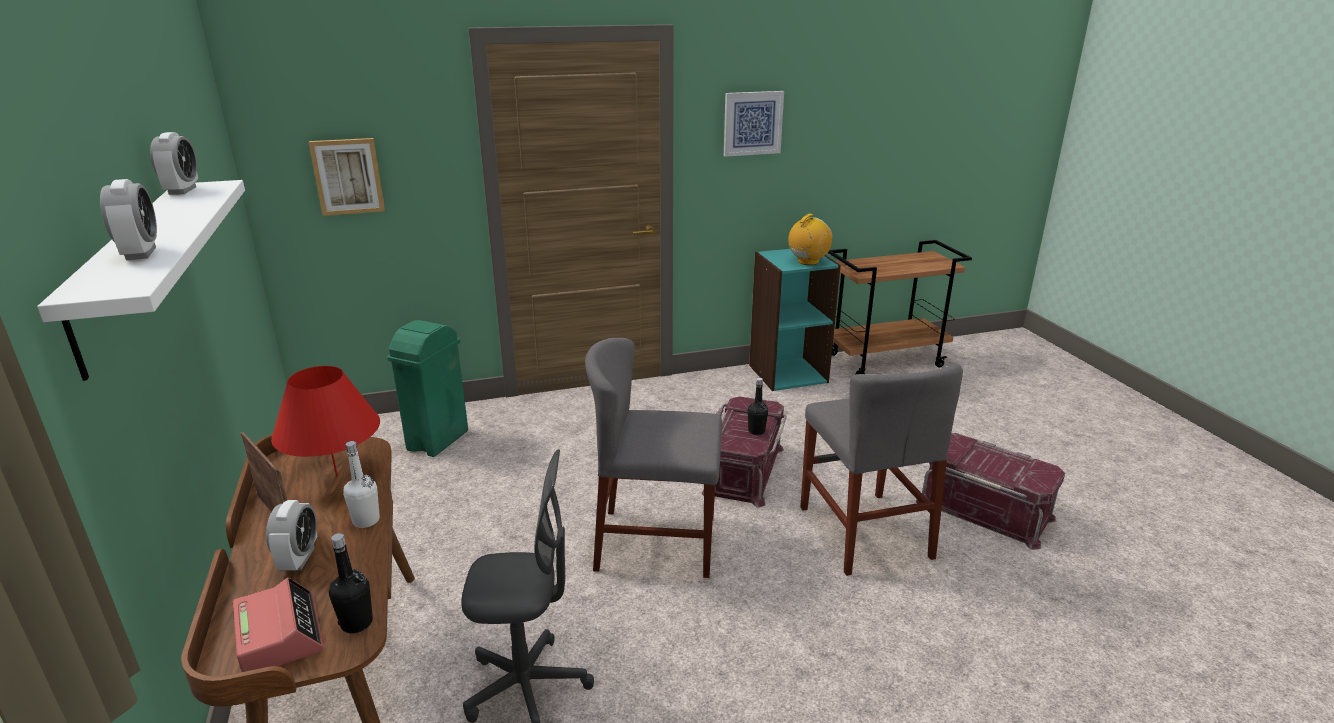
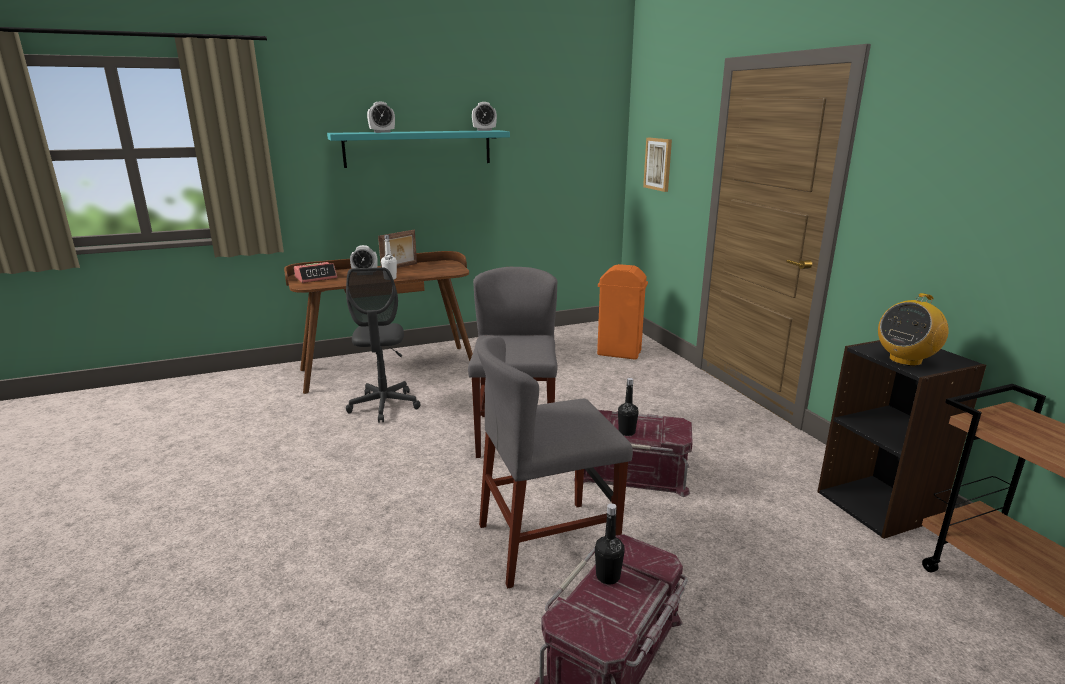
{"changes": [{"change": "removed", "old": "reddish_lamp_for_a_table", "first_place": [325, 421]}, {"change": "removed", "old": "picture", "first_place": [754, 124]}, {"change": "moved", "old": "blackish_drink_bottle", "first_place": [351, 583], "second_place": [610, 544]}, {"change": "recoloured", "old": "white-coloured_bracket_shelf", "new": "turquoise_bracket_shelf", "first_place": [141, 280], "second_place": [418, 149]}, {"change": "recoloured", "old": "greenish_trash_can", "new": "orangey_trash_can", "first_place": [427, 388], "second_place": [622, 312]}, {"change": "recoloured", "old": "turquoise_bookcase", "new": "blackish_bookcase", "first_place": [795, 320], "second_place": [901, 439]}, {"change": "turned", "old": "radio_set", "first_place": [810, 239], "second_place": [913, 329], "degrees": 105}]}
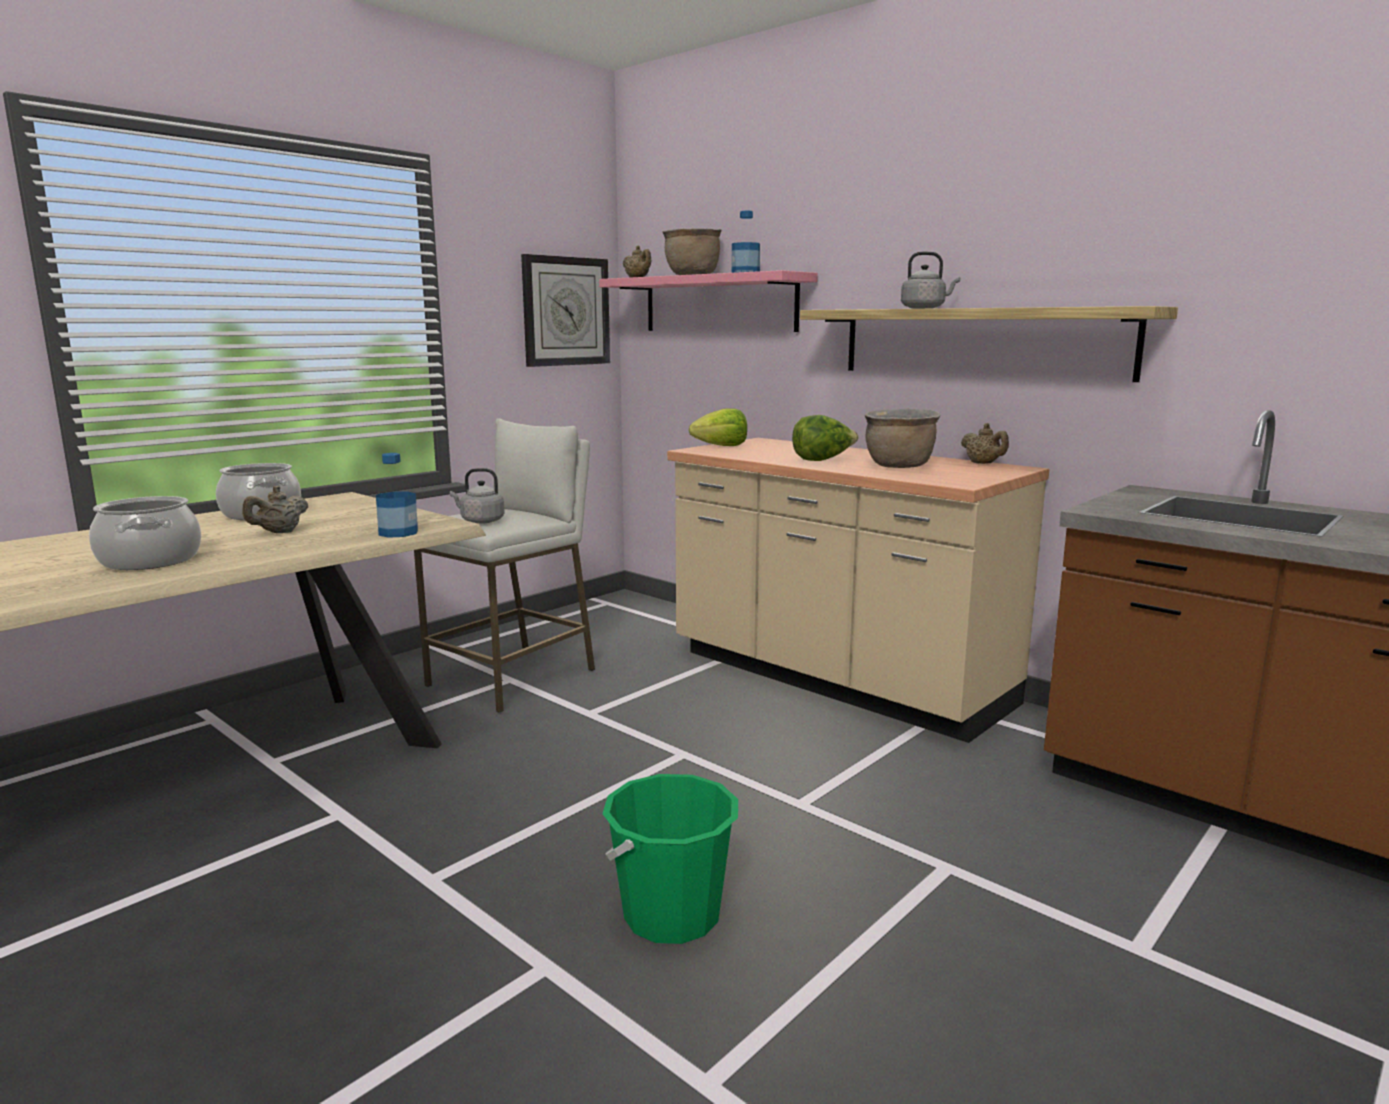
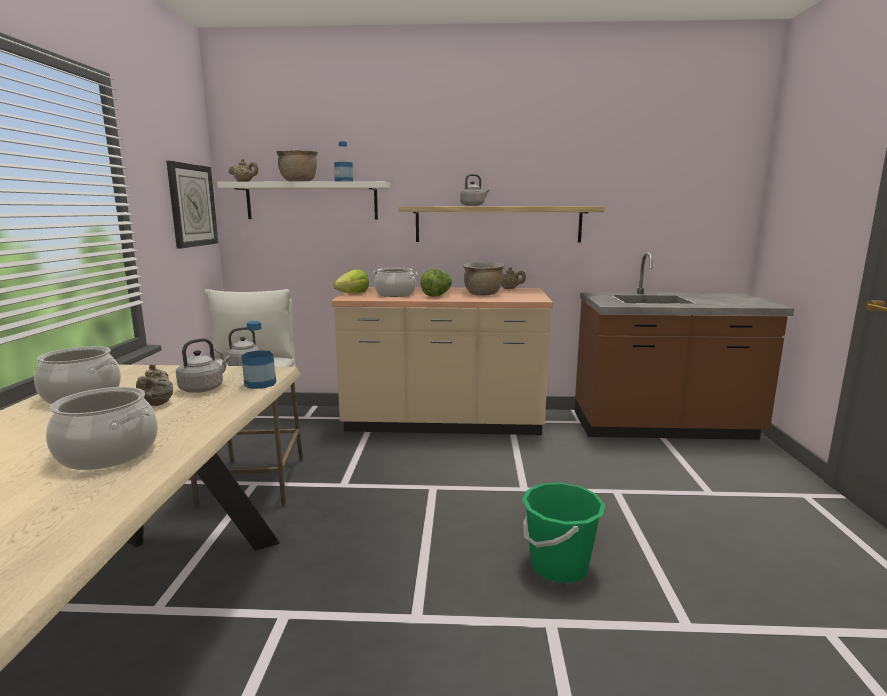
{"changes": [{"change": "added", "new": "greyish_tea_kettle", "second_place": [203, 365]}, {"change": "added", "new": "saucepot", "second_place": [395, 282]}, {"change": "recoloured", "old": "pink-coloured_bracket_shelf", "new": "white-coloured_bracket_shelf", "first_place": [708, 301], "second_place": [303, 200]}]}
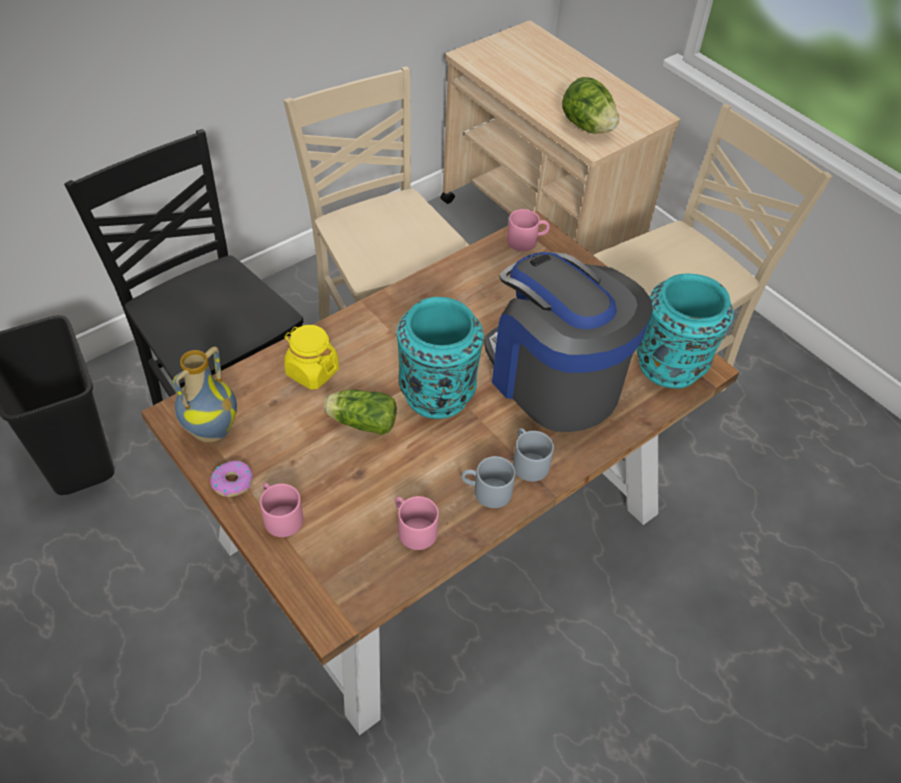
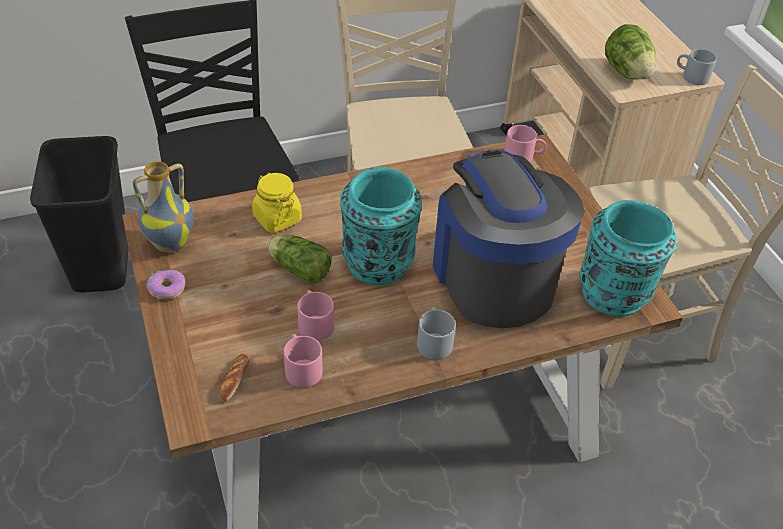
{"changes": [{"change": "added", "new": "bakery_bread", "second_place": [234, 378]}, {"change": "moved", "old": "pink-coloured_tea_mug", "first_place": [281, 510], "second_place": [315, 315]}, {"change": "moved", "old": "greyish_tea_mug", "first_place": [488, 482], "second_place": [697, 67]}]}
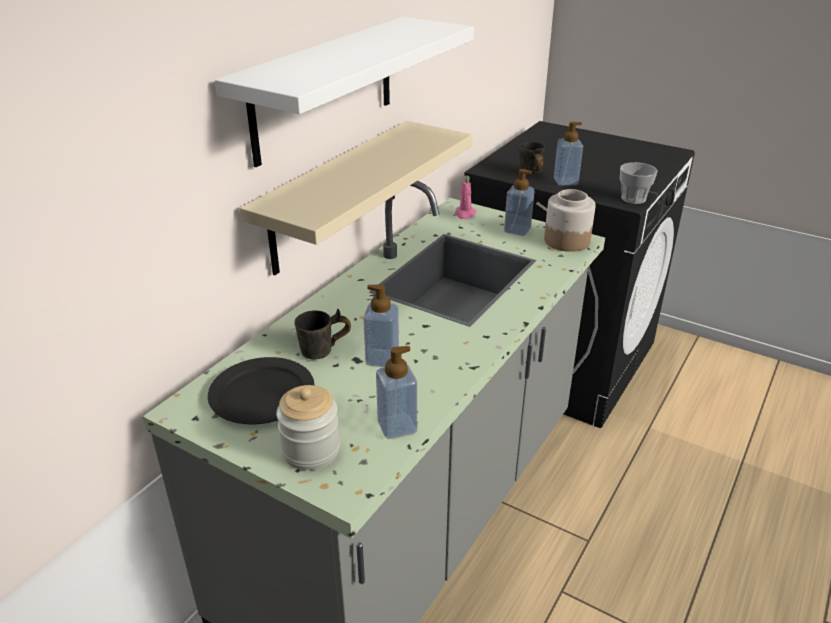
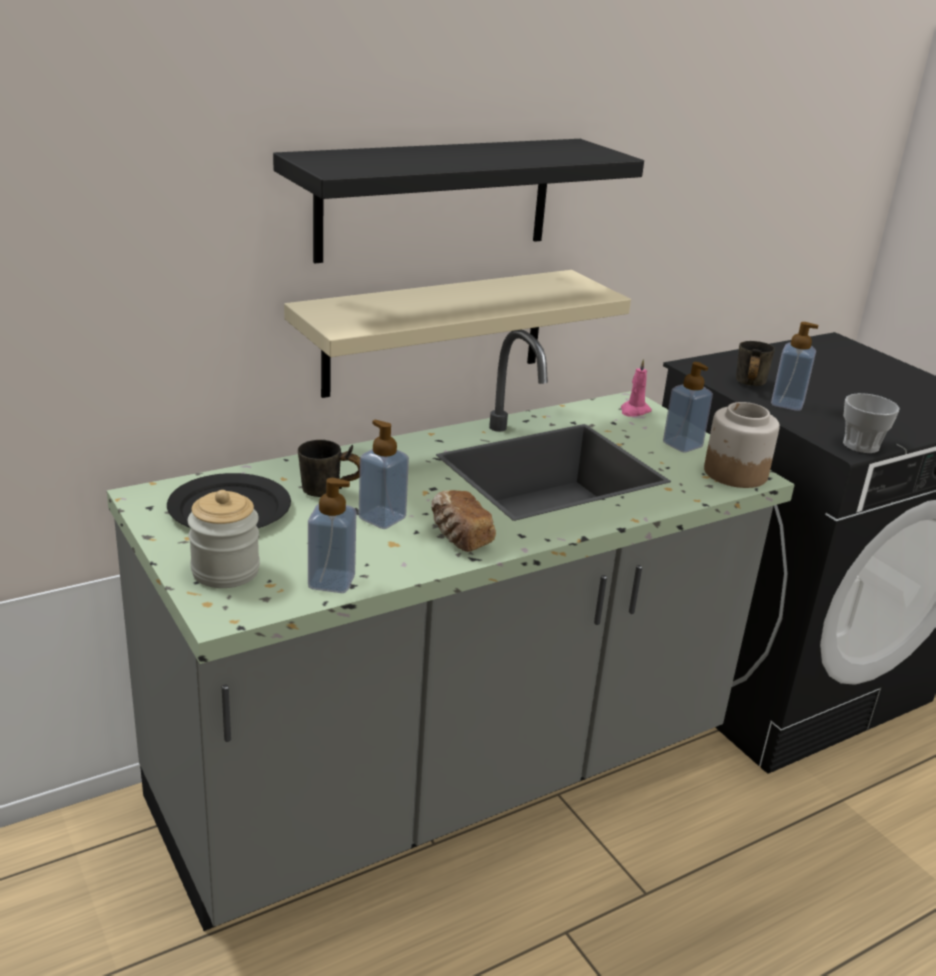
{"changes": [{"change": "added", "new": "bakery_bread", "second_place": [463, 521]}, {"change": "recoloured", "old": "white-coloured_bracket_shelf", "new": "blackish_bracket_shelf", "first_place": [344, 92], "second_place": [458, 201]}]}
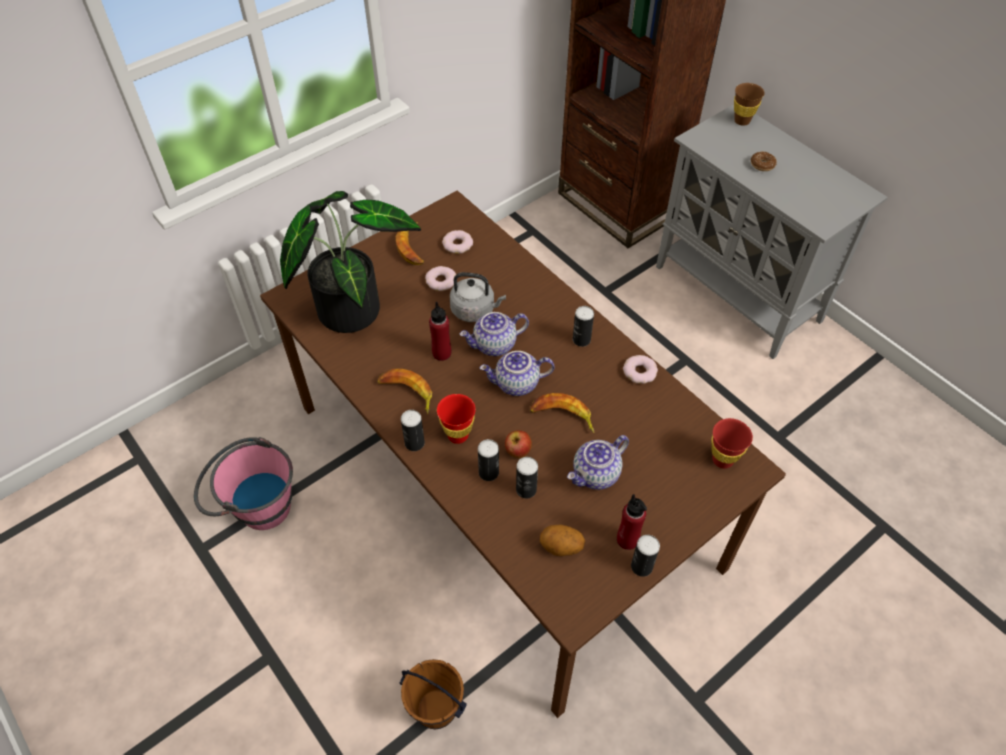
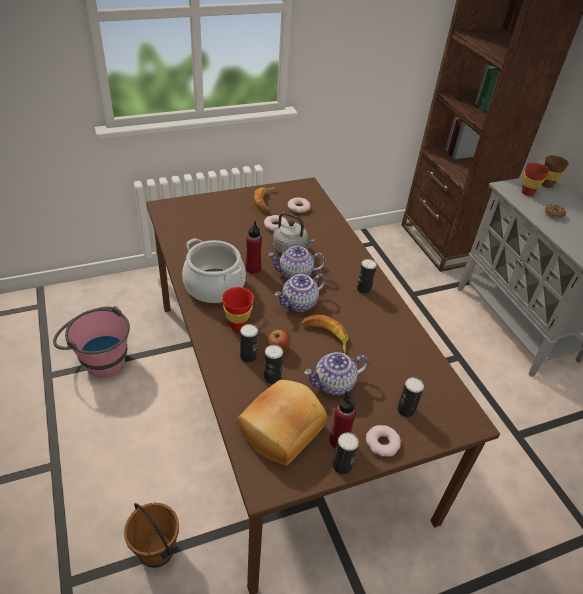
{"changes": [{"change": "removed", "old": "houseplant", "first_place": [350, 262]}, {"change": "moved", "old": "can", "first_place": [413, 430], "second_place": [410, 397]}, {"change": "moved", "old": "ring_doughnut", "first_place": [640, 369], "second_place": [383, 441]}, {"change": "moved", "old": "reddish_cup", "first_place": [732, 443], "second_place": [536, 179]}, {"change": "replaced", "old": "banana", "new": "saucepot", "first_place": [404, 391], "second_place": [214, 270]}, {"change": "replaced", "old": "whole_potato", "new": "bakery_bread", "first_place": [562, 540], "second_place": [282, 423]}, {"change": "turned", "old": "pot_for_tea", "first_place": [517, 373], "second_place": [300, 293], "degrees": -45}]}
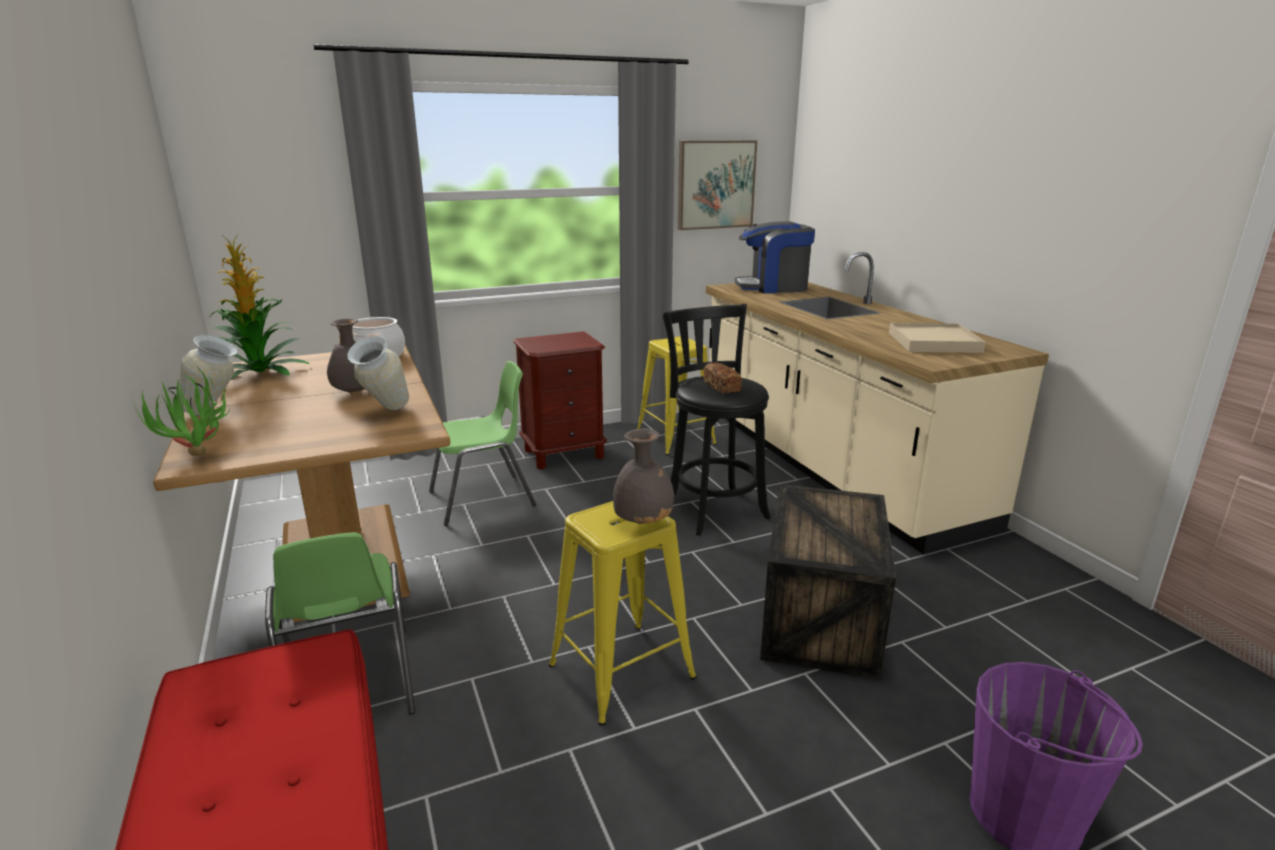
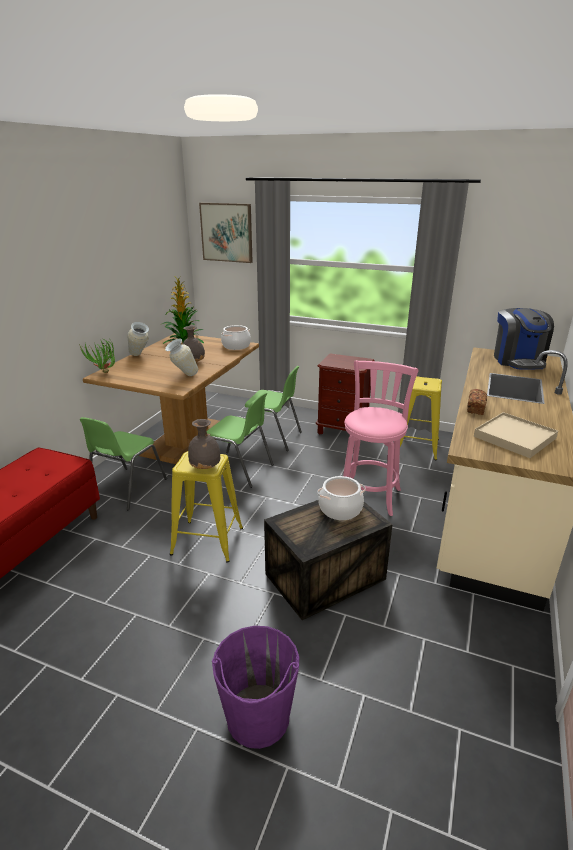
{"changes": [{"change": "added", "new": "greenish_plain_chair", "second_place": [240, 440]}, {"change": "added", "new": "saucepot", "second_place": [341, 498]}, {"change": "moved", "old": "picture", "first_place": [717, 185], "second_place": [226, 233]}, {"change": "moved", "old": "bakery_bread", "first_place": [722, 377], "second_place": [477, 402]}, {"change": "recoloured", "old": "blackish_stool", "new": "pink-coloured_stool", "first_place": [716, 419], "second_place": [380, 438]}, {"change": "turned", "old": "coffee_machine", "first_place": [775, 257], "second_place": [524, 338], "degrees": -135}]}
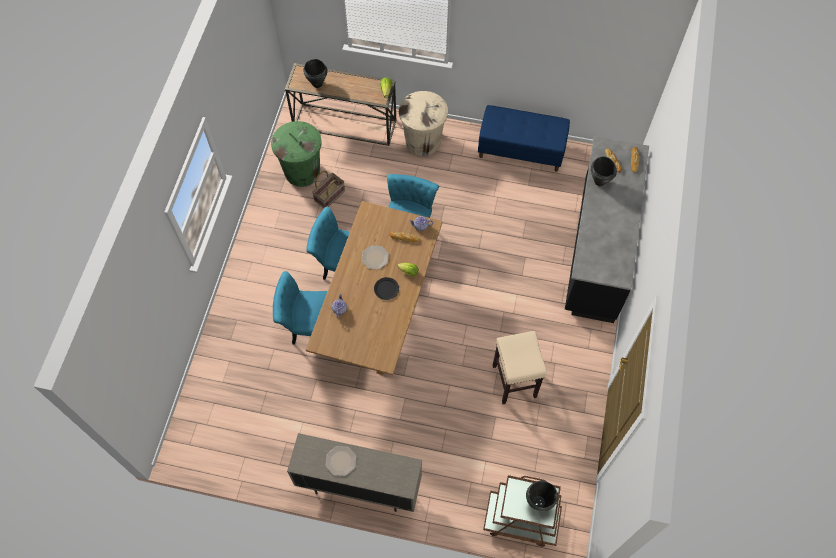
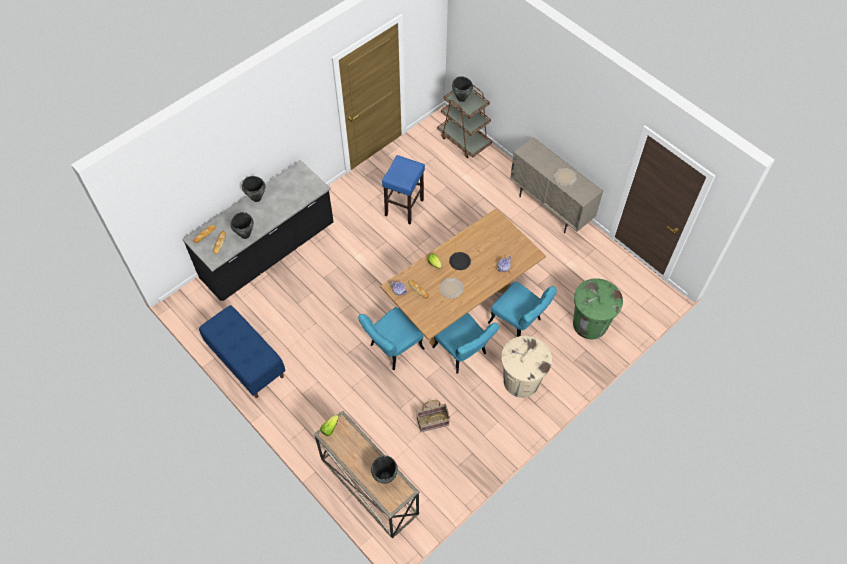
{"changes": [{"change": "added", "new": "blackish_saucepot", "second_place": [253, 189]}, {"change": "moved", "old": "greenish_trash_can", "first_place": [296, 154], "second_place": [598, 308]}, {"change": "moved", "old": "sand-coloured_trash_can", "first_place": [423, 123], "second_place": [526, 367]}, {"change": "recoloured", "old": "sand-coloured_stool", "new": "blue-coloured_stool", "first_place": [520, 367], "second_place": [403, 189]}]}
